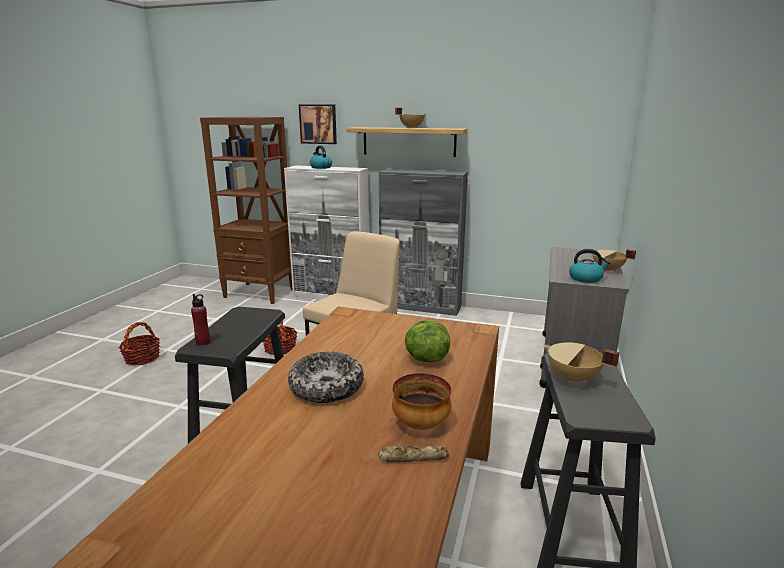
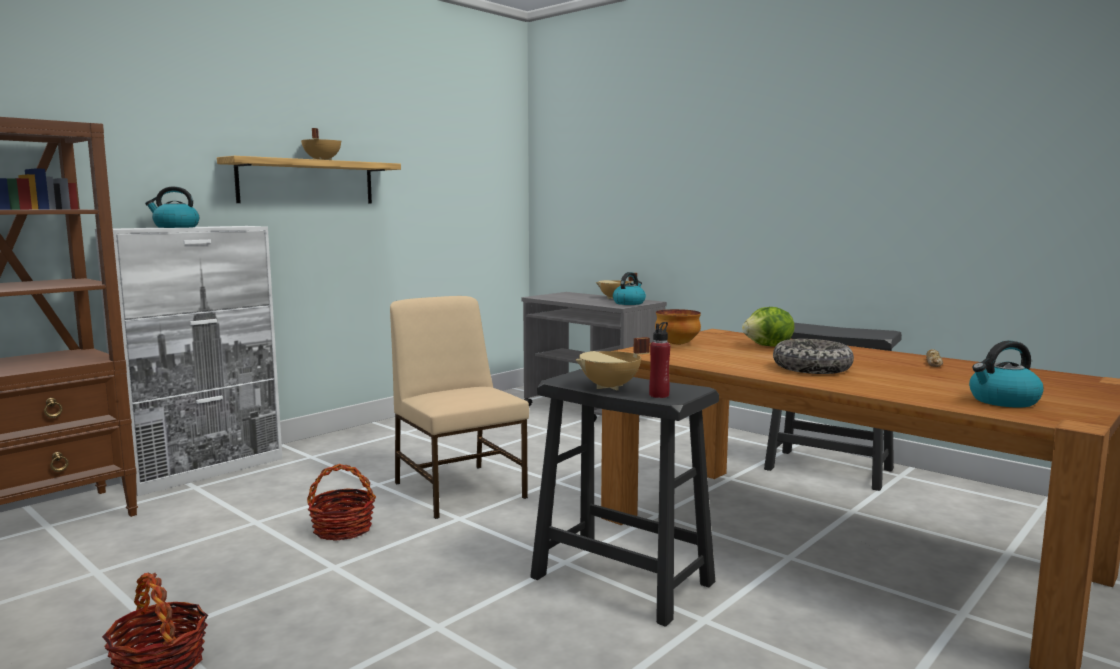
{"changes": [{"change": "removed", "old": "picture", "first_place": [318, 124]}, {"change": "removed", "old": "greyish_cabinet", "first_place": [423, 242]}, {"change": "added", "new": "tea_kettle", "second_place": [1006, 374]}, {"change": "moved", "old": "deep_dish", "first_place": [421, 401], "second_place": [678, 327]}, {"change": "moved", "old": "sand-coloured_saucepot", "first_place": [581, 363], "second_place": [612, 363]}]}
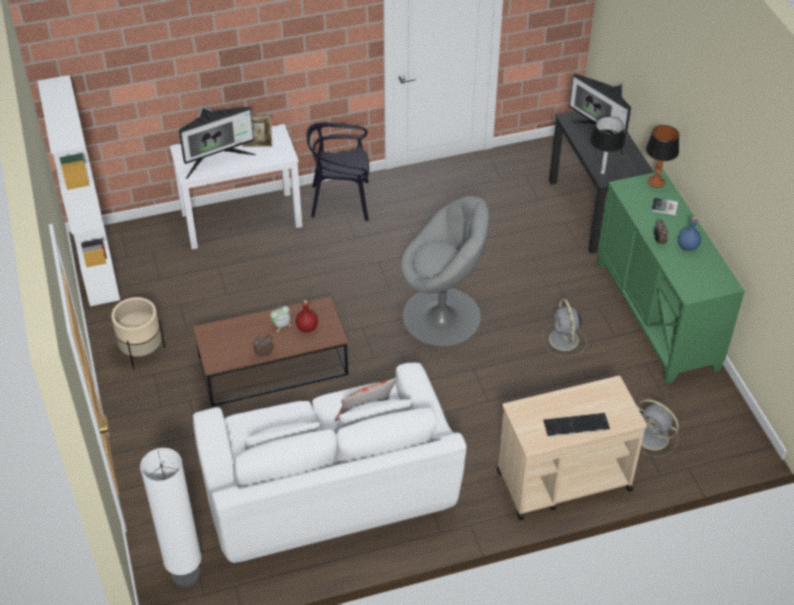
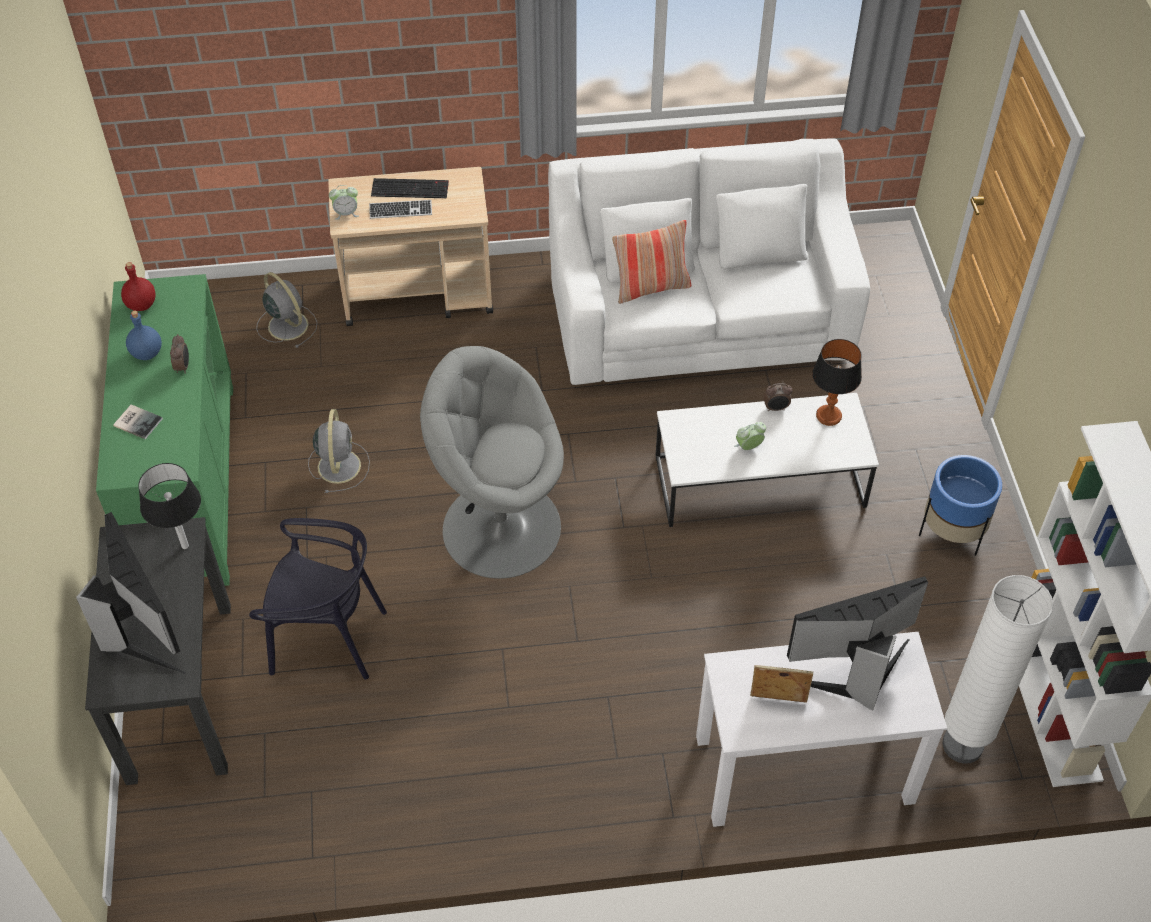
{"changes": [{"change": "added", "new": "table_clock", "second_place": [344, 202]}, {"change": "added", "new": "computer_keyboard", "second_place": [400, 209]}, {"change": "moved", "old": "white-coloured_standard_lamp", "first_place": [170, 518], "second_place": [997, 669]}, {"change": "moved", "old": "reddish_drink_bottle", "first_place": [307, 316], "second_place": [138, 286]}, {"change": "moved", "old": "blackish_plain_chair", "first_place": [337, 171], "second_place": [318, 598]}, {"change": "moved", "old": "lamp_for_a_table", "first_place": [662, 156], "second_place": [837, 382]}, {"change": "recoloured", "old": "sand-coloured_plant_pot", "new": "blue-coloured_plant_pot", "first_place": [138, 333], "second_place": [960, 505]}, {"change": "recoloured", "old": "brown-coloured_coffee_table", "new": "white-coloured_coffee_table", "first_place": [270, 351], "second_place": [767, 460]}]}
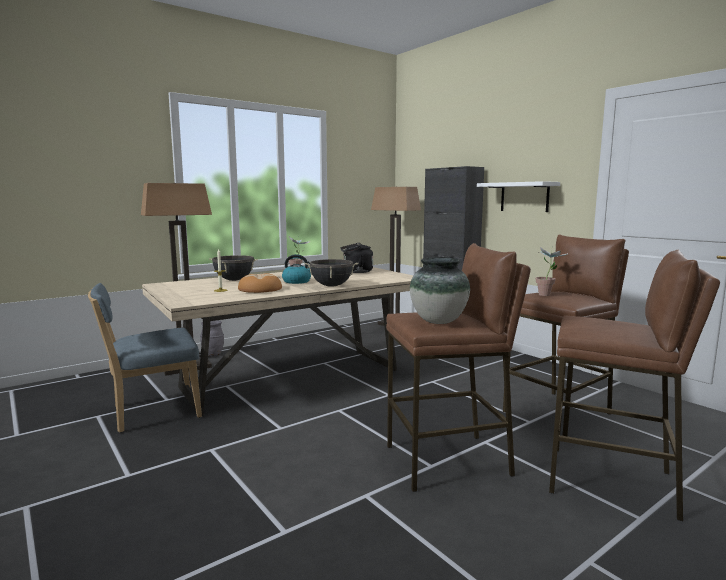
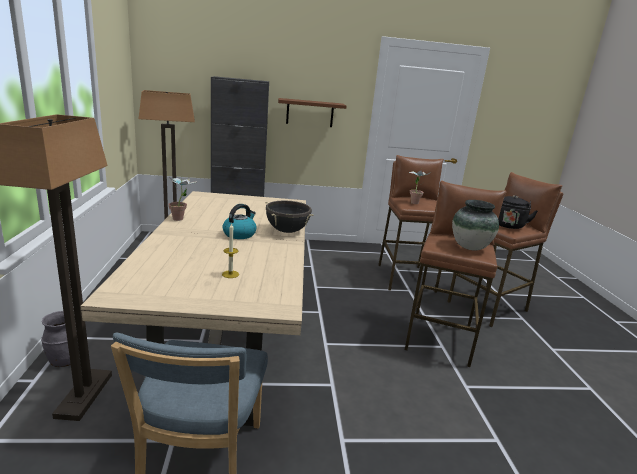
{"changes": [{"change": "removed", "old": "blackish_saucepot", "first_place": [233, 268]}, {"change": "removed", "old": "bakery_bread", "first_place": [260, 283]}, {"change": "moved", "old": "blackish_tea_kettle", "first_place": [357, 258], "second_place": [518, 212]}, {"change": "recoloured", "old": "white-coloured_bracket_shelf", "new": "brown-coloured_bracket_shelf", "first_place": [518, 196], "second_place": [312, 112]}]}
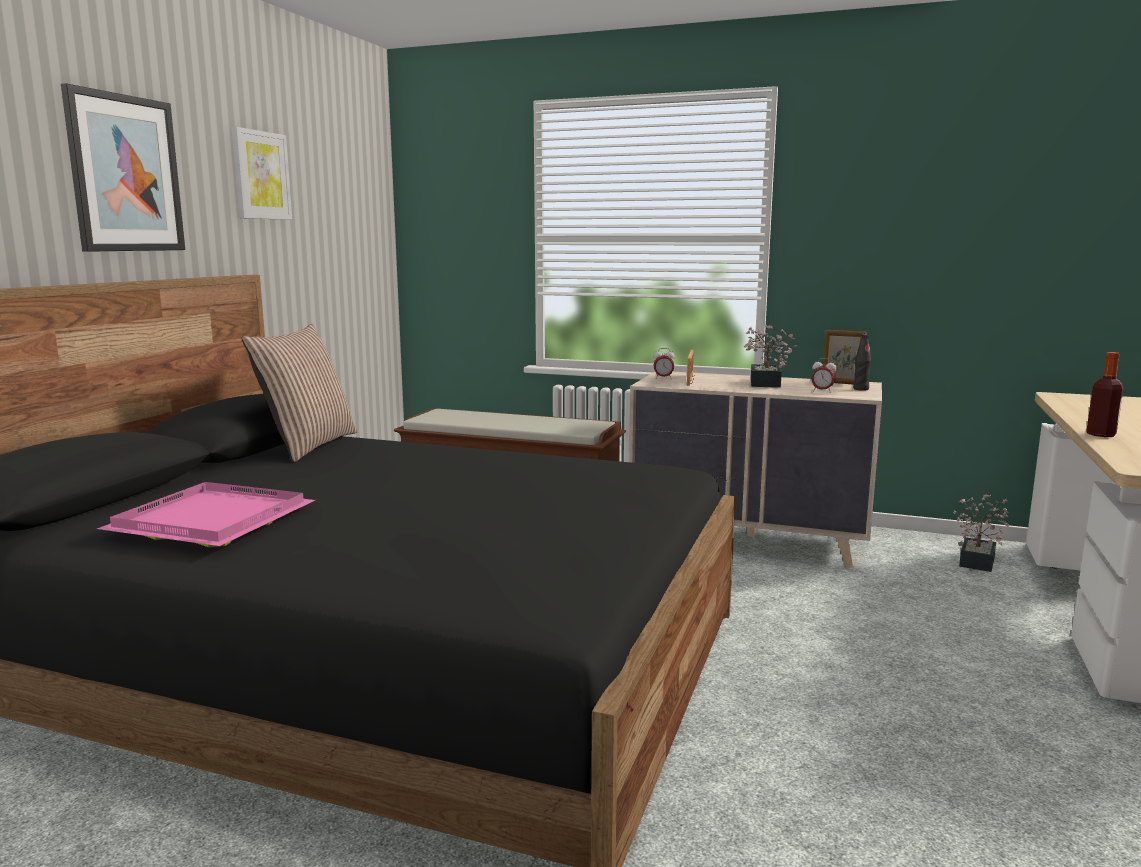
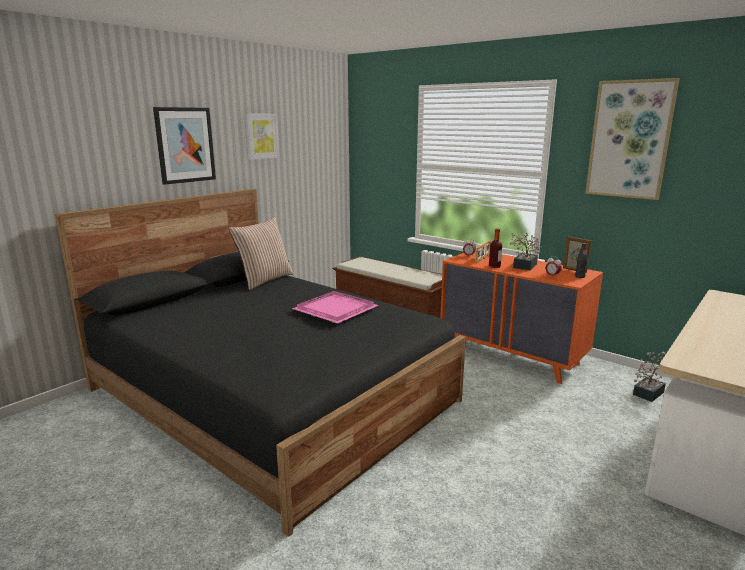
{"changes": [{"change": "added", "new": "picture", "second_place": [632, 139]}, {"change": "moved", "old": "pink-coloured_serving_tray", "first_place": [206, 514], "second_place": [335, 307]}, {"change": "moved", "old": "drink_bottle", "first_place": [1104, 394], "second_place": [495, 248]}, {"change": "recoloured", "old": "sand-coloured_dresser", "new": "orangey_dresser", "first_place": [755, 470], "second_place": [521, 317]}]}
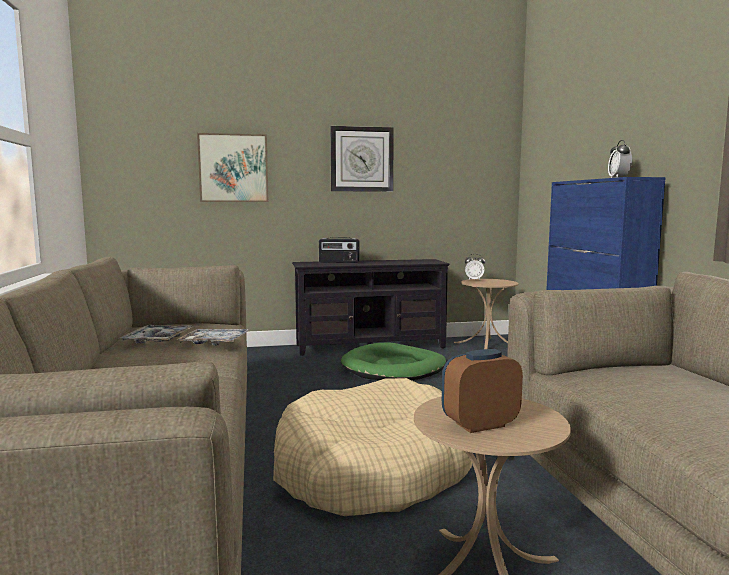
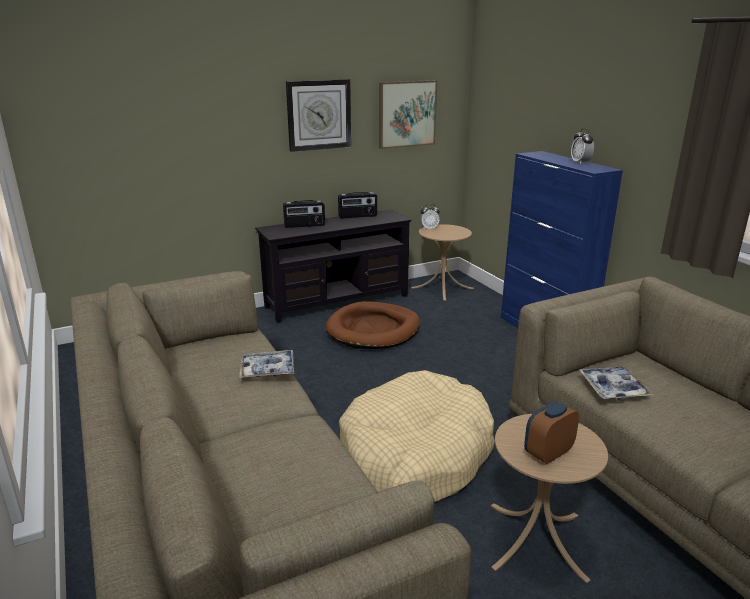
{"changes": [{"change": "added", "new": "radio_set", "second_place": [357, 205]}, {"change": "moved", "old": "serving_tray", "first_place": [156, 334], "second_place": [616, 383]}, {"change": "moved", "old": "picture", "first_place": [232, 167], "second_place": [408, 114]}, {"change": "recoloured", "old": "greenish_dog_cushion", "new": "brown-coloured_dog_cushion", "first_place": [393, 361], "second_place": [372, 325]}]}
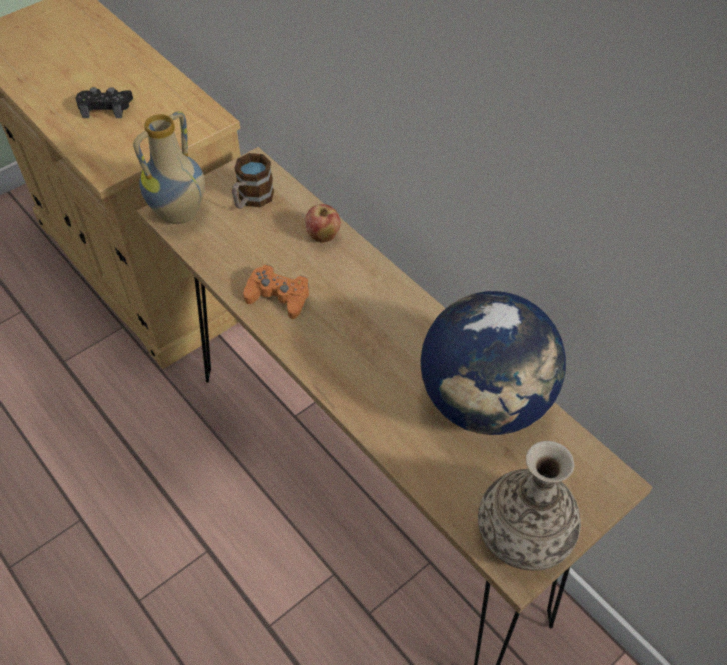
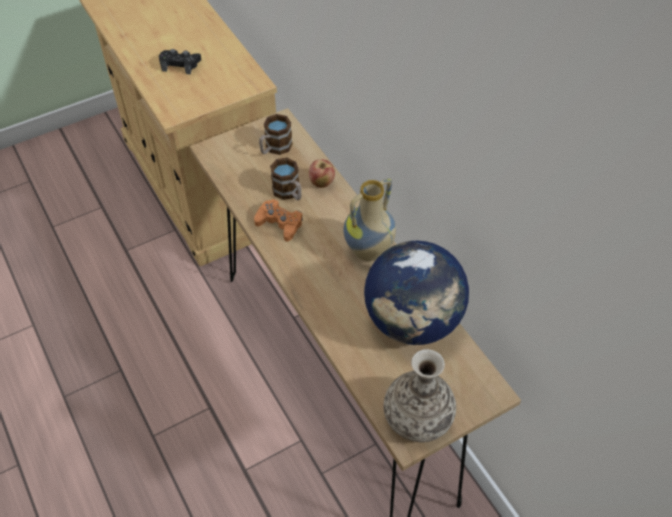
{"changes": [{"change": "added", "new": "tea_mug", "second_place": [286, 179]}, {"change": "moved", "old": "decorative_vase", "first_place": [169, 167], "second_place": [370, 219]}]}
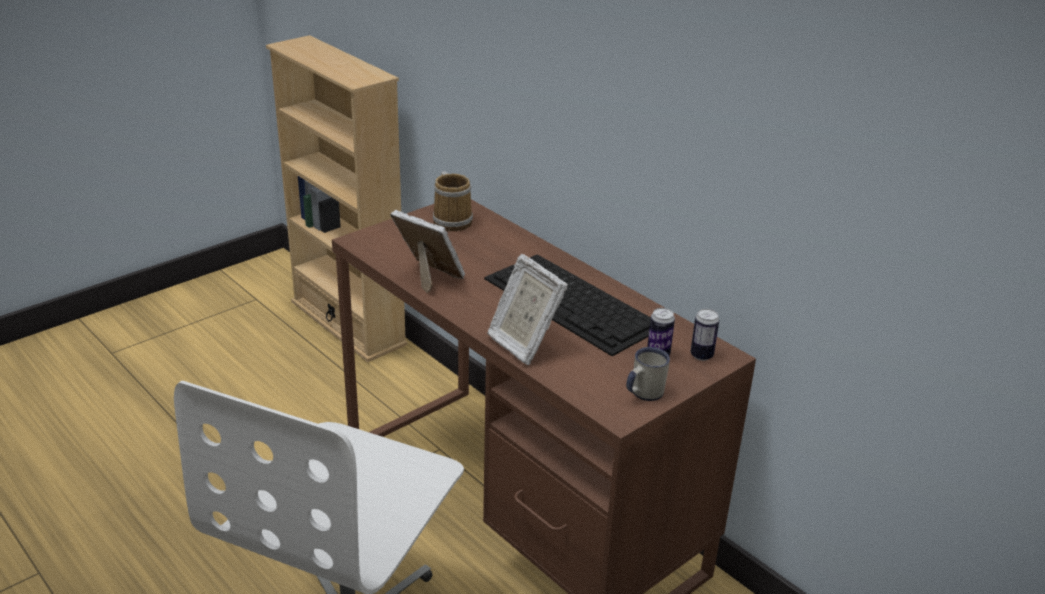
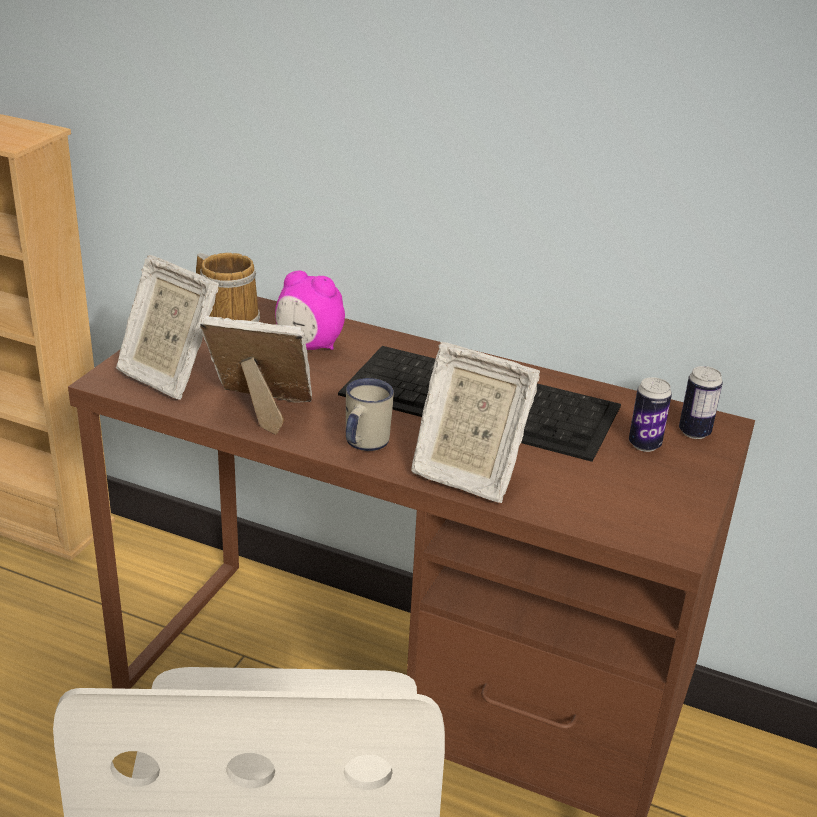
{"changes": [{"change": "added", "new": "standing_frame", "second_place": [167, 327]}, {"change": "added", "new": "table_clock", "second_place": [310, 310]}, {"change": "moved", "old": "white-coloured_tea_mug", "first_place": [648, 374], "second_place": [370, 414]}]}
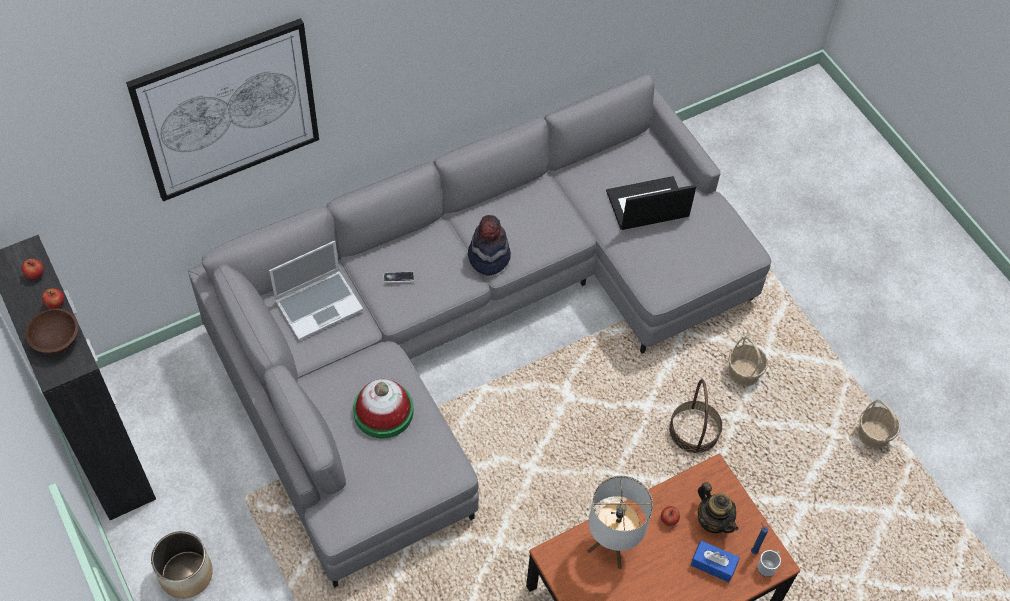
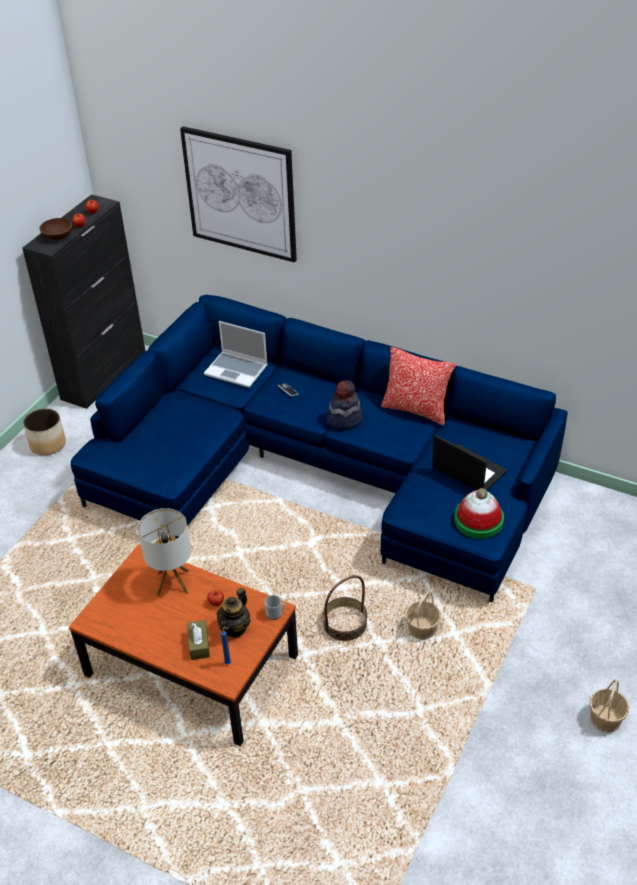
{"changes": [{"change": "added", "new": "pillow", "second_place": [418, 386]}, {"change": "moved", "old": "wearable_hat", "first_place": [383, 408], "second_place": [479, 513]}, {"change": "moved", "old": "tea_mug", "first_place": [769, 563], "second_place": [274, 607]}, {"change": "moved", "old": "household_basket", "first_place": [879, 424], "second_place": [609, 706]}, {"change": "recoloured", "old": "greyish_sofa", "new": "blue-coloured_sofa", "first_place": [479, 331], "second_place": [319, 449]}, {"change": "recoloured", "old": "blue-coloured_tissue_holder", "new": "brown-coloured_tissue_holder", "first_place": [715, 561], "second_place": [198, 640]}]}
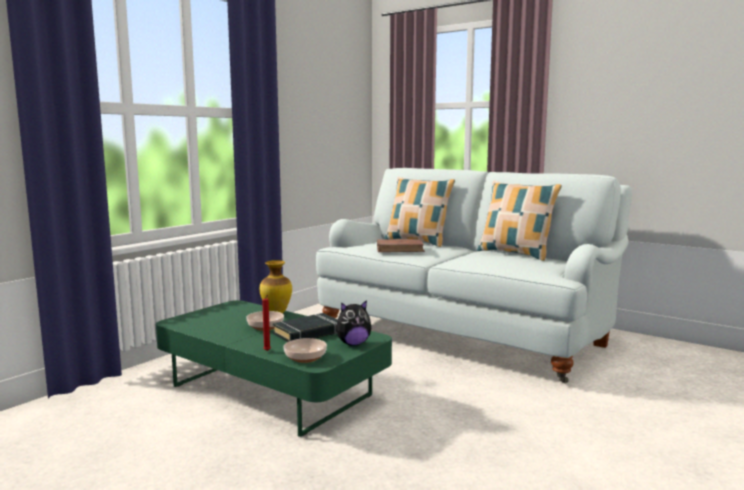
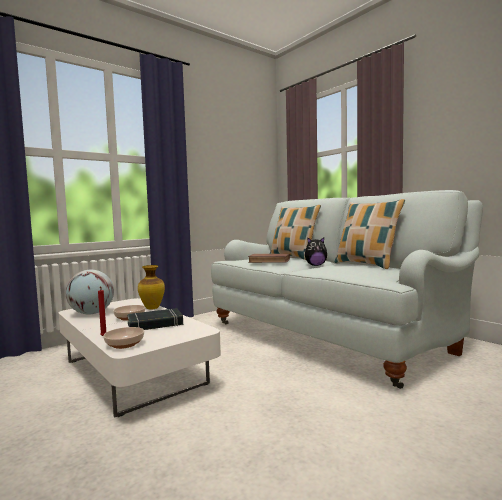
{"changes": [{"change": "added", "new": "globe", "second_place": [90, 292]}, {"change": "moved", "old": "plush_toy", "first_place": [353, 323], "second_place": [316, 251]}, {"change": "recoloured", "old": "greenish_coffee_table", "new": "white-coloured_coffee_table", "first_place": [274, 368], "second_place": [140, 358]}]}
